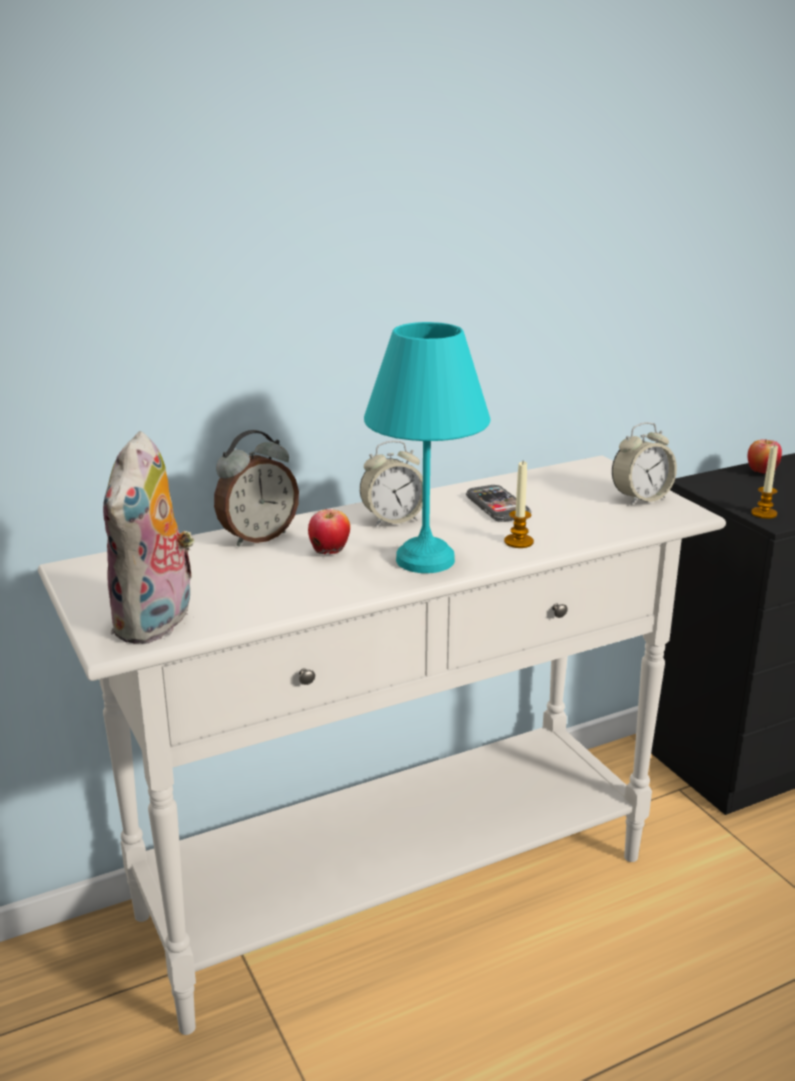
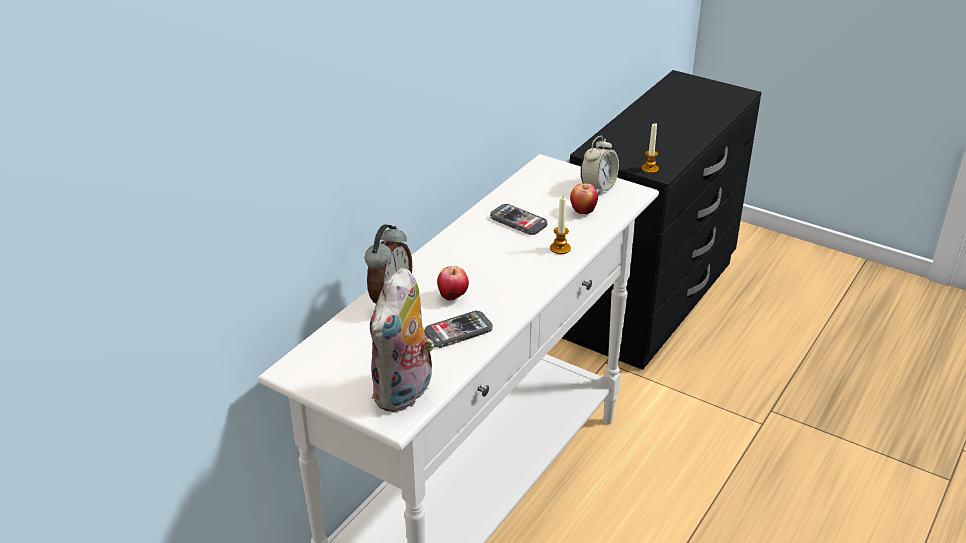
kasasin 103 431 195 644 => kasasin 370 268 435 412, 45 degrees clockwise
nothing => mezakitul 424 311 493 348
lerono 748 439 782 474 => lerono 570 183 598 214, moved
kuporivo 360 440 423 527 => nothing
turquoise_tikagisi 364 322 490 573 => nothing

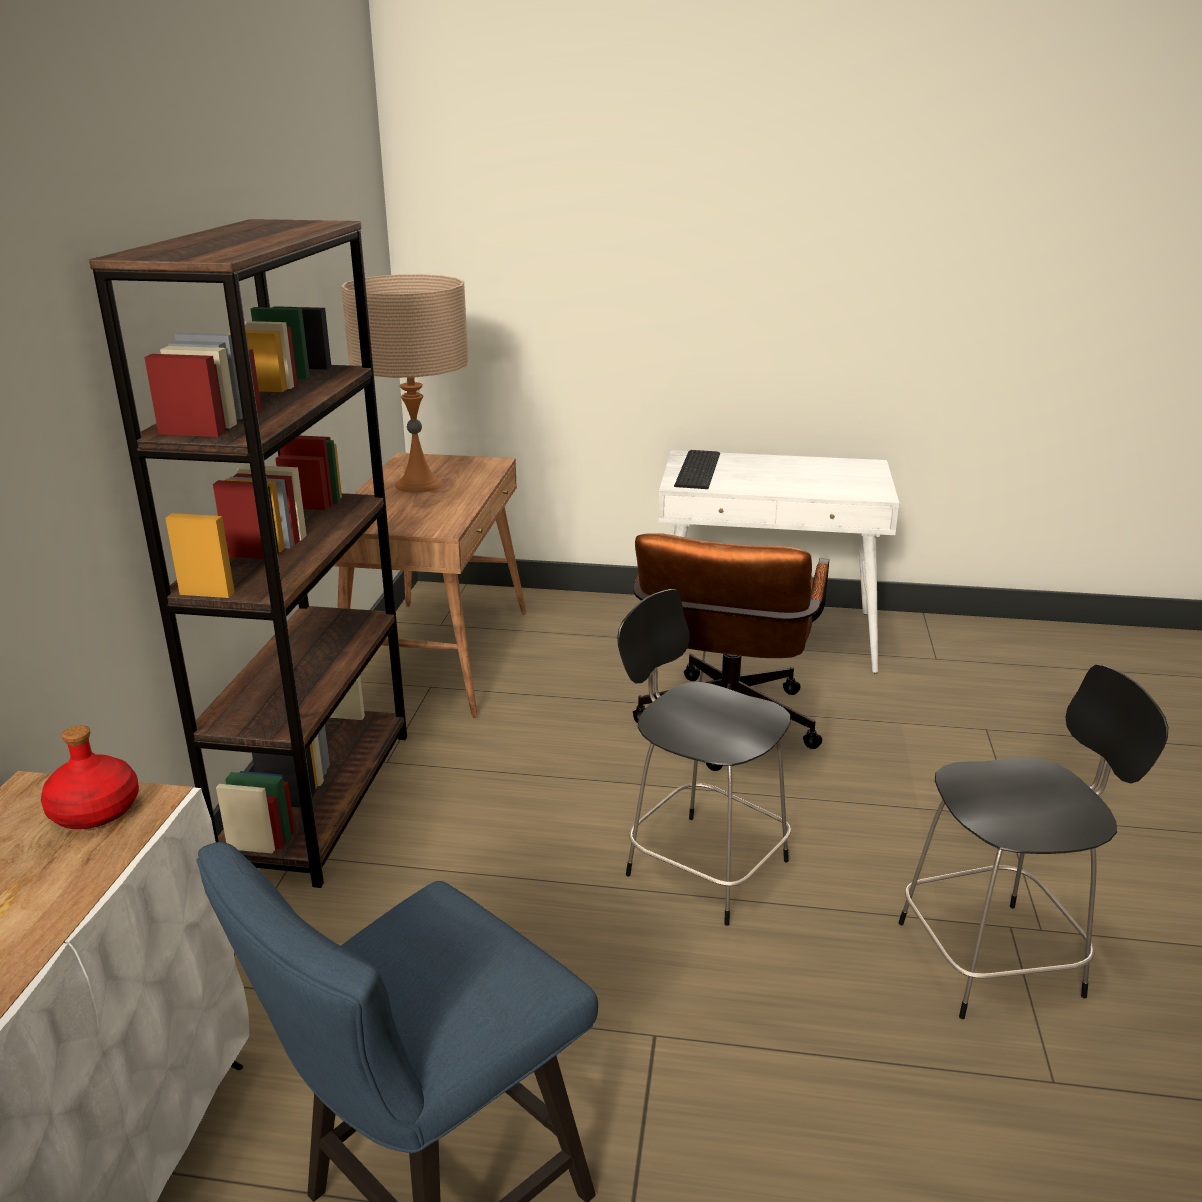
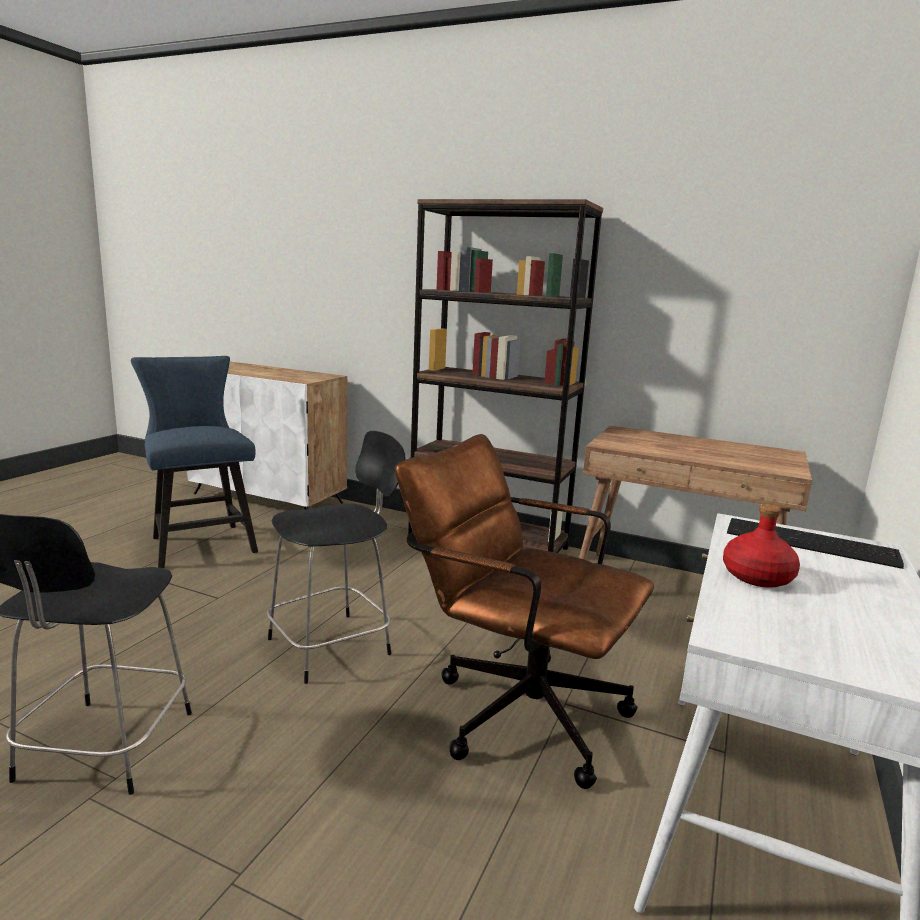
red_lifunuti 41 725 139 829 => red_lifunuti 723 504 800 588, moved
beige_tikagisi 341 274 468 493 => nothing

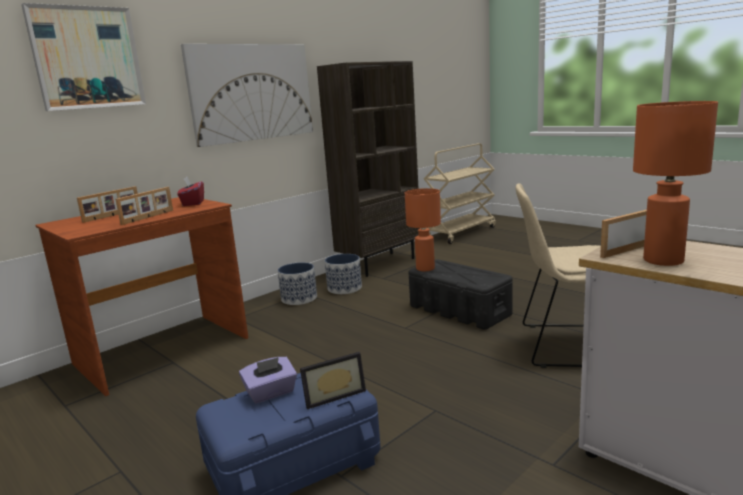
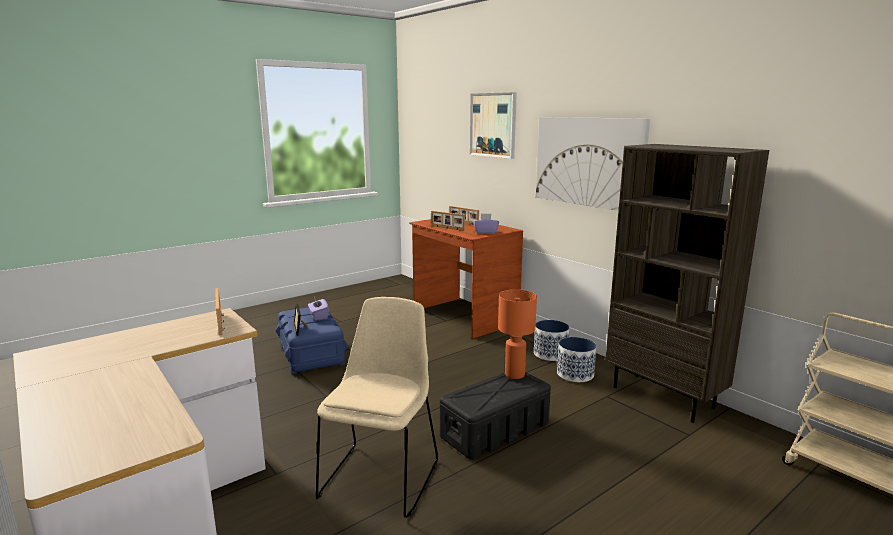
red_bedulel 177 177 204 206 => purple_bedulel 473 214 499 234
orange_tikagisi 633 101 718 266 => nothing

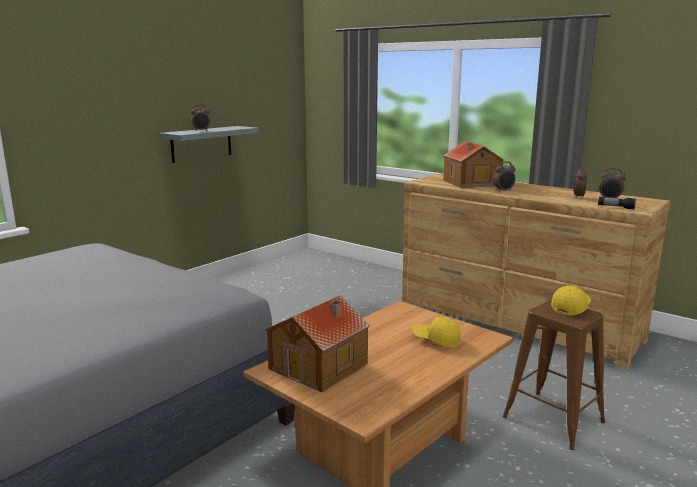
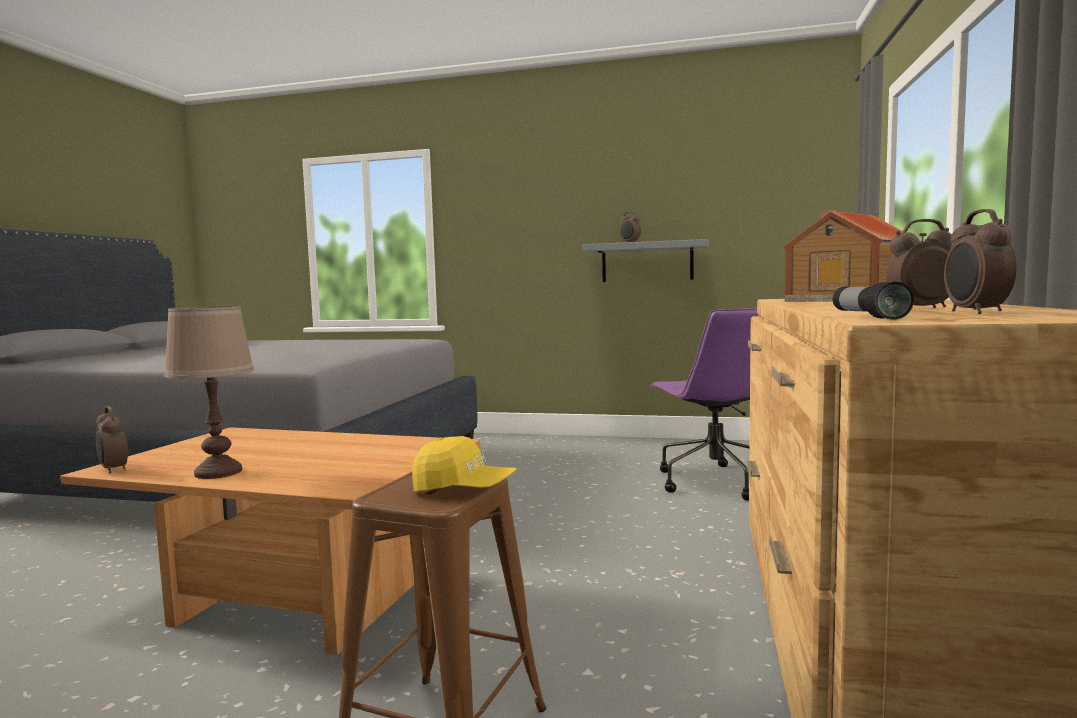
kuporivo 493 161 516 192 => kuporivo 96 406 128 473, moved
nothing => brown_tikagisi 164 306 254 479
nothing => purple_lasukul 650 308 758 501
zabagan 265 295 370 392 => nothing
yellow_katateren 412 317 461 348 => nothing

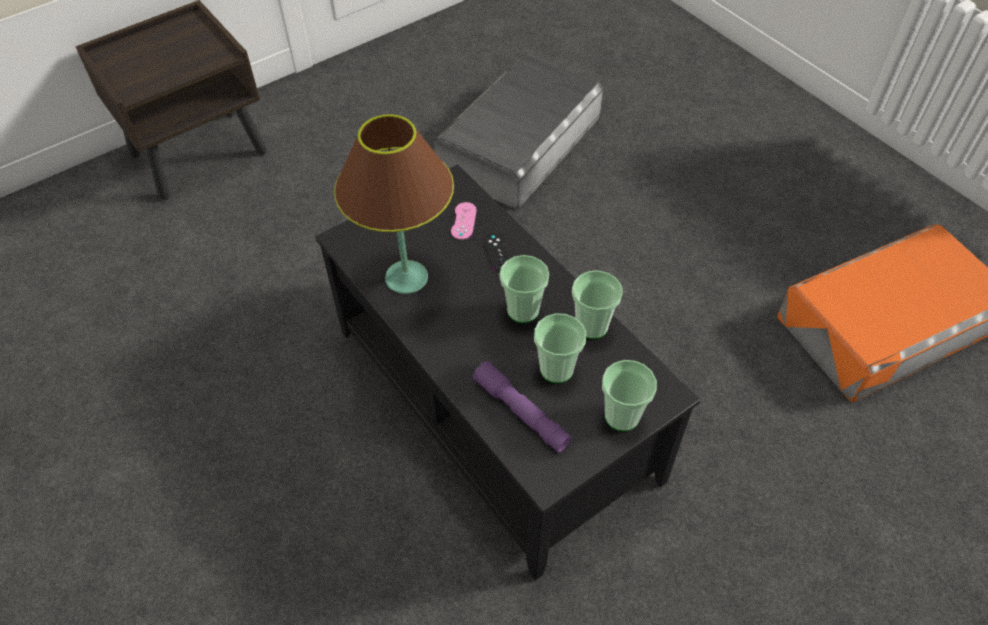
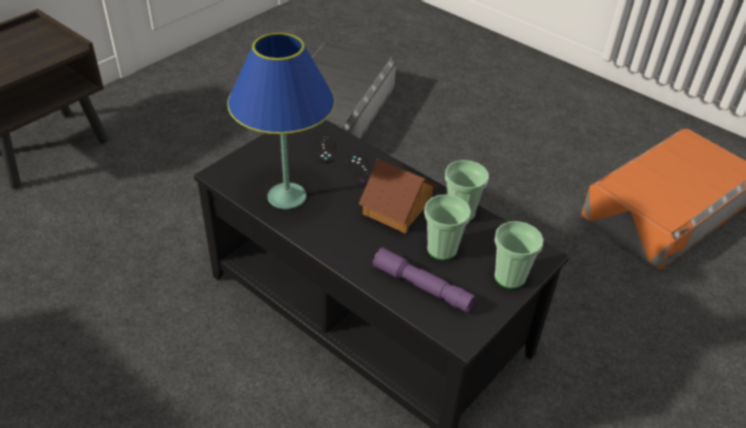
brown_tikagisi 334 114 454 294 => blue_tikagisi 227 33 335 209
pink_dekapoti 451 202 477 240 => black_dekapoti 315 135 336 163
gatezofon 500 255 549 323 => zabagan 359 159 437 233

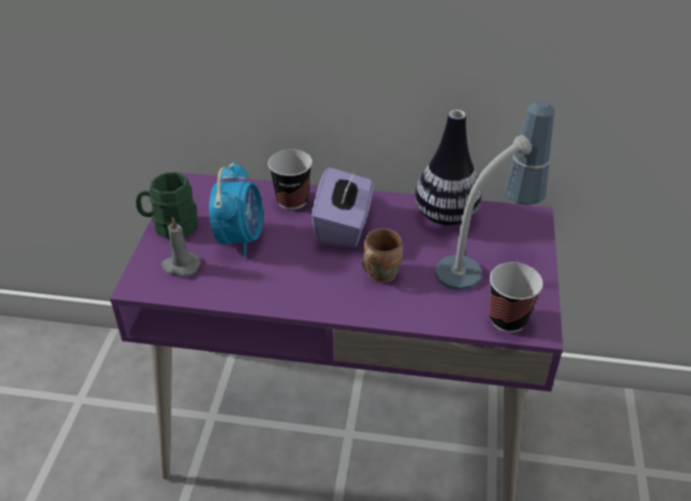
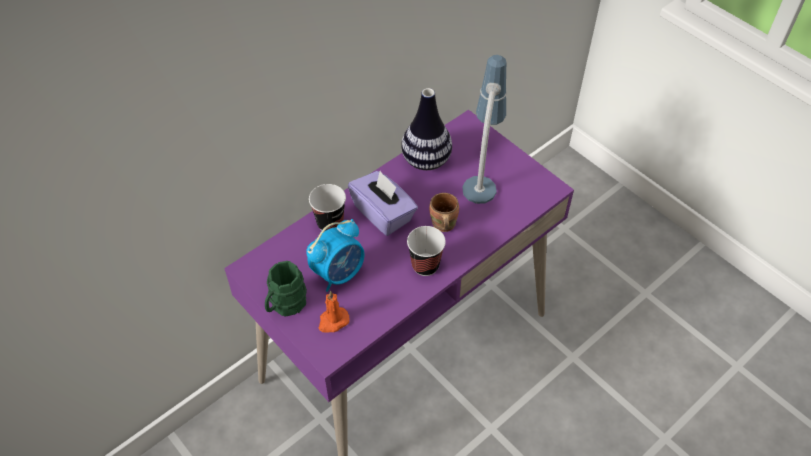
kuporivo 209 162 263 258 => kuporivo 306 219 365 292, 90 degrees clockwise
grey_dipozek 161 216 201 277 => orange_dipozek 319 291 349 333
gatezofon 490 262 543 333 => gatezofon 407 226 446 276, moved

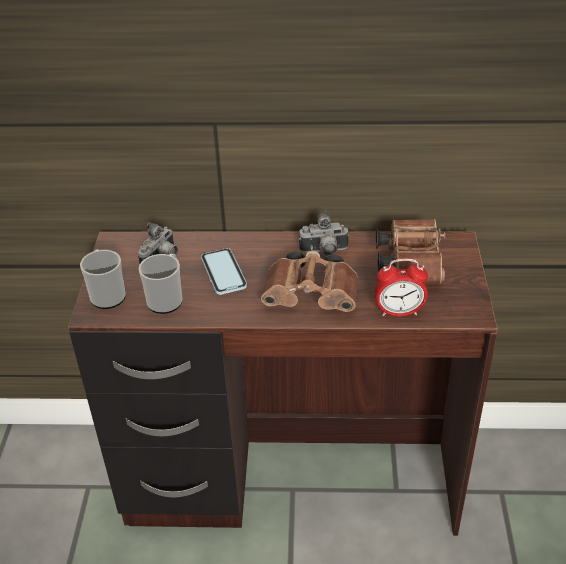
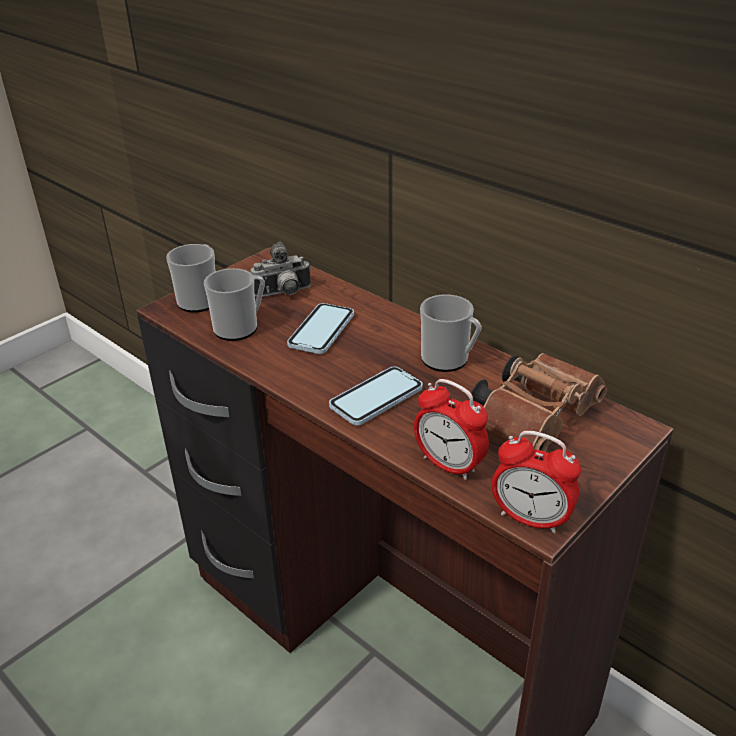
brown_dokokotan 261 251 358 312 => mezakitul 329 367 423 425
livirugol 299 211 349 255 => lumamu 420 294 482 372
nothing => kuporivo 491 431 581 533

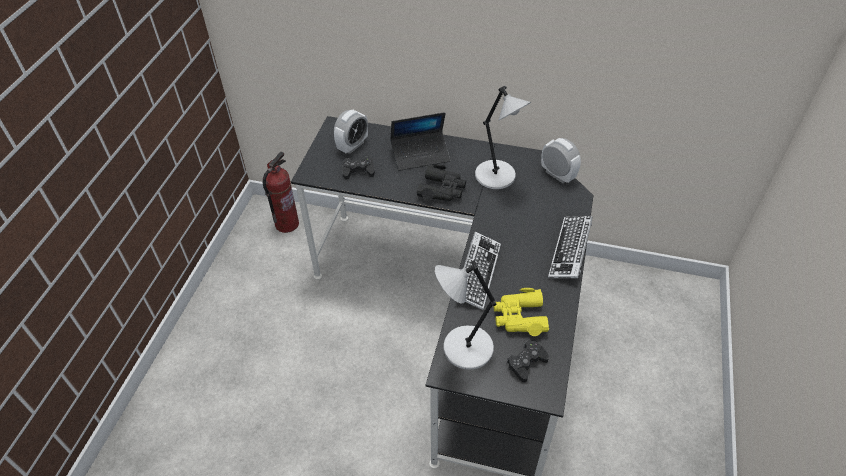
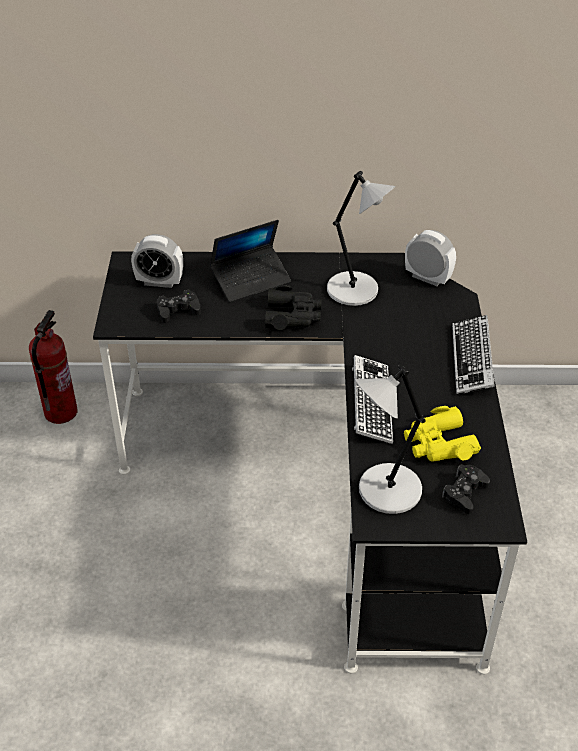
kuporivo 334 110 368 154 => kuporivo 131 234 183 288, 75 degrees clockwise

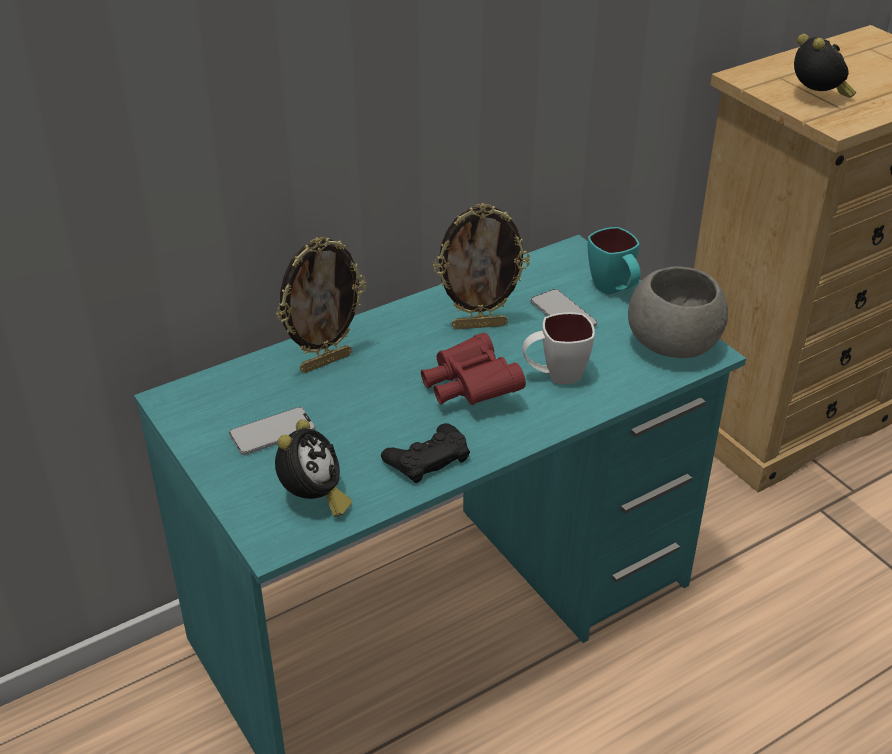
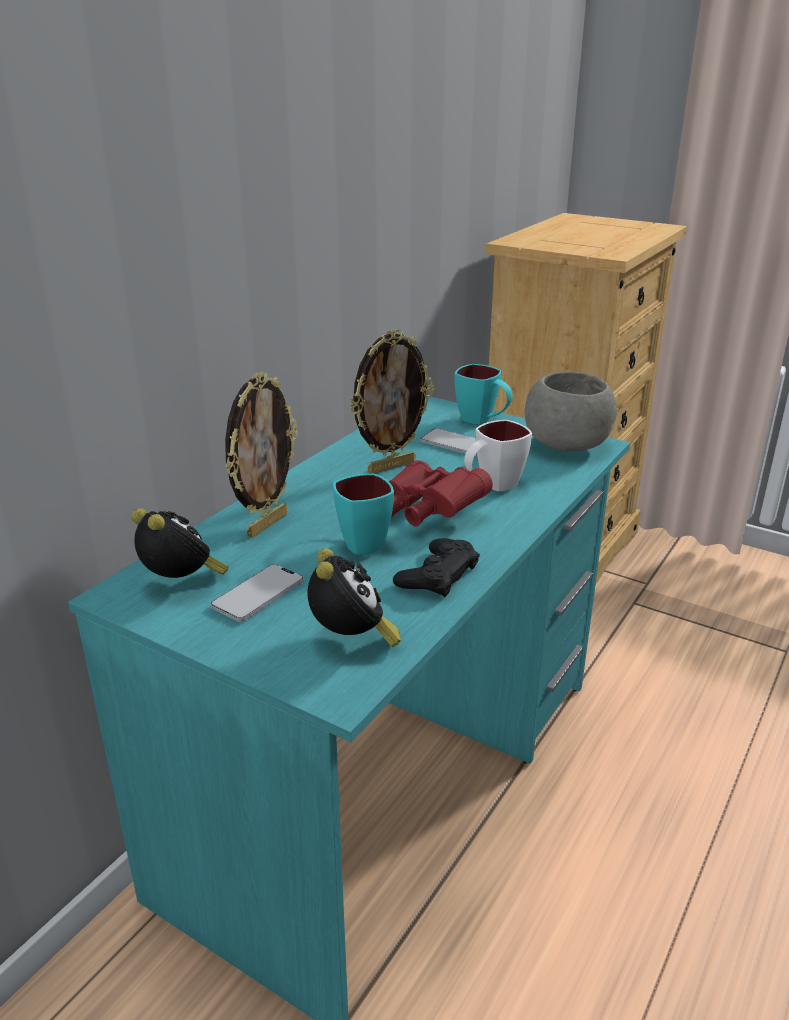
kuporivo 794 34 856 98 => kuporivo 132 508 229 578, moved
nothing => turquoise_lumamu 333 474 394 555

